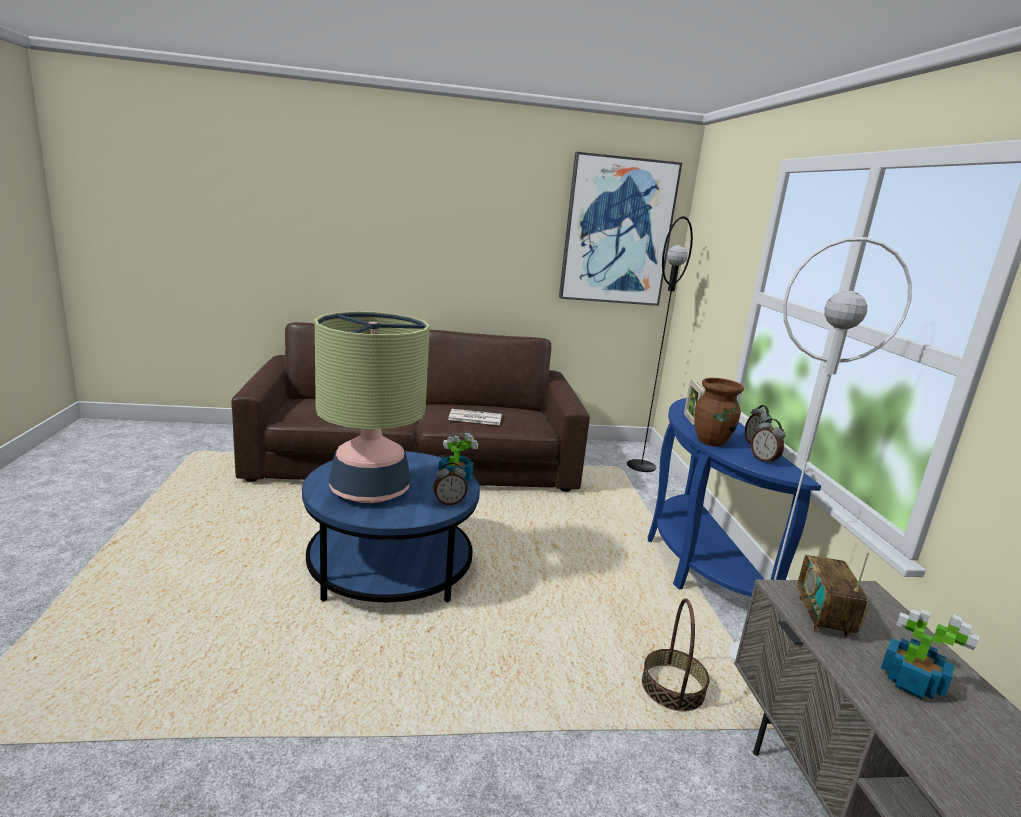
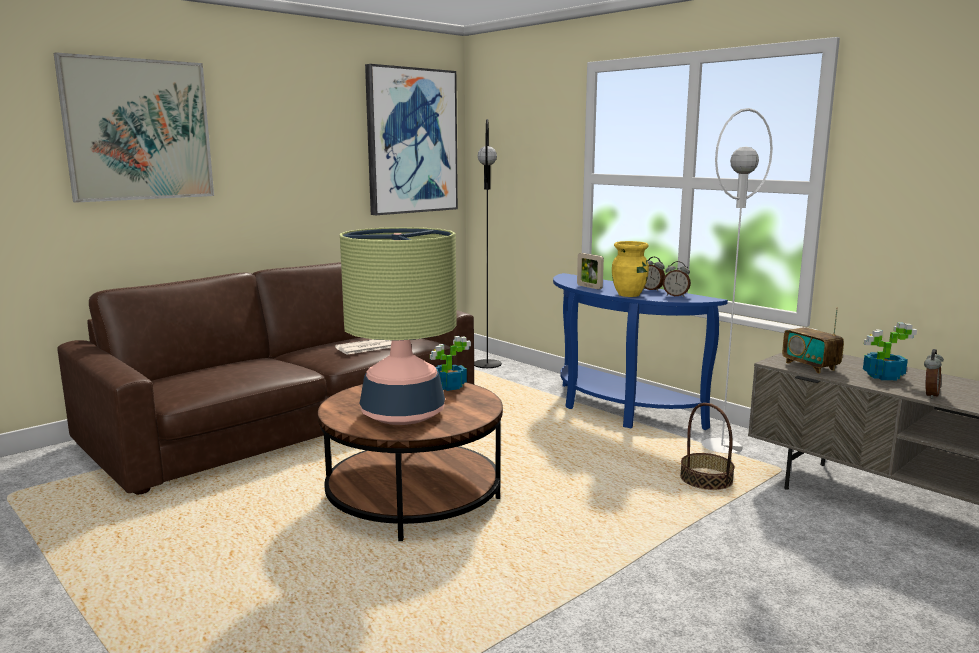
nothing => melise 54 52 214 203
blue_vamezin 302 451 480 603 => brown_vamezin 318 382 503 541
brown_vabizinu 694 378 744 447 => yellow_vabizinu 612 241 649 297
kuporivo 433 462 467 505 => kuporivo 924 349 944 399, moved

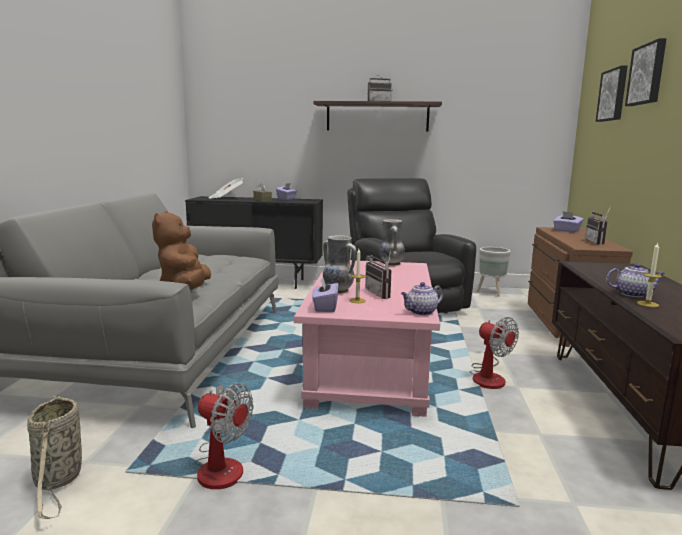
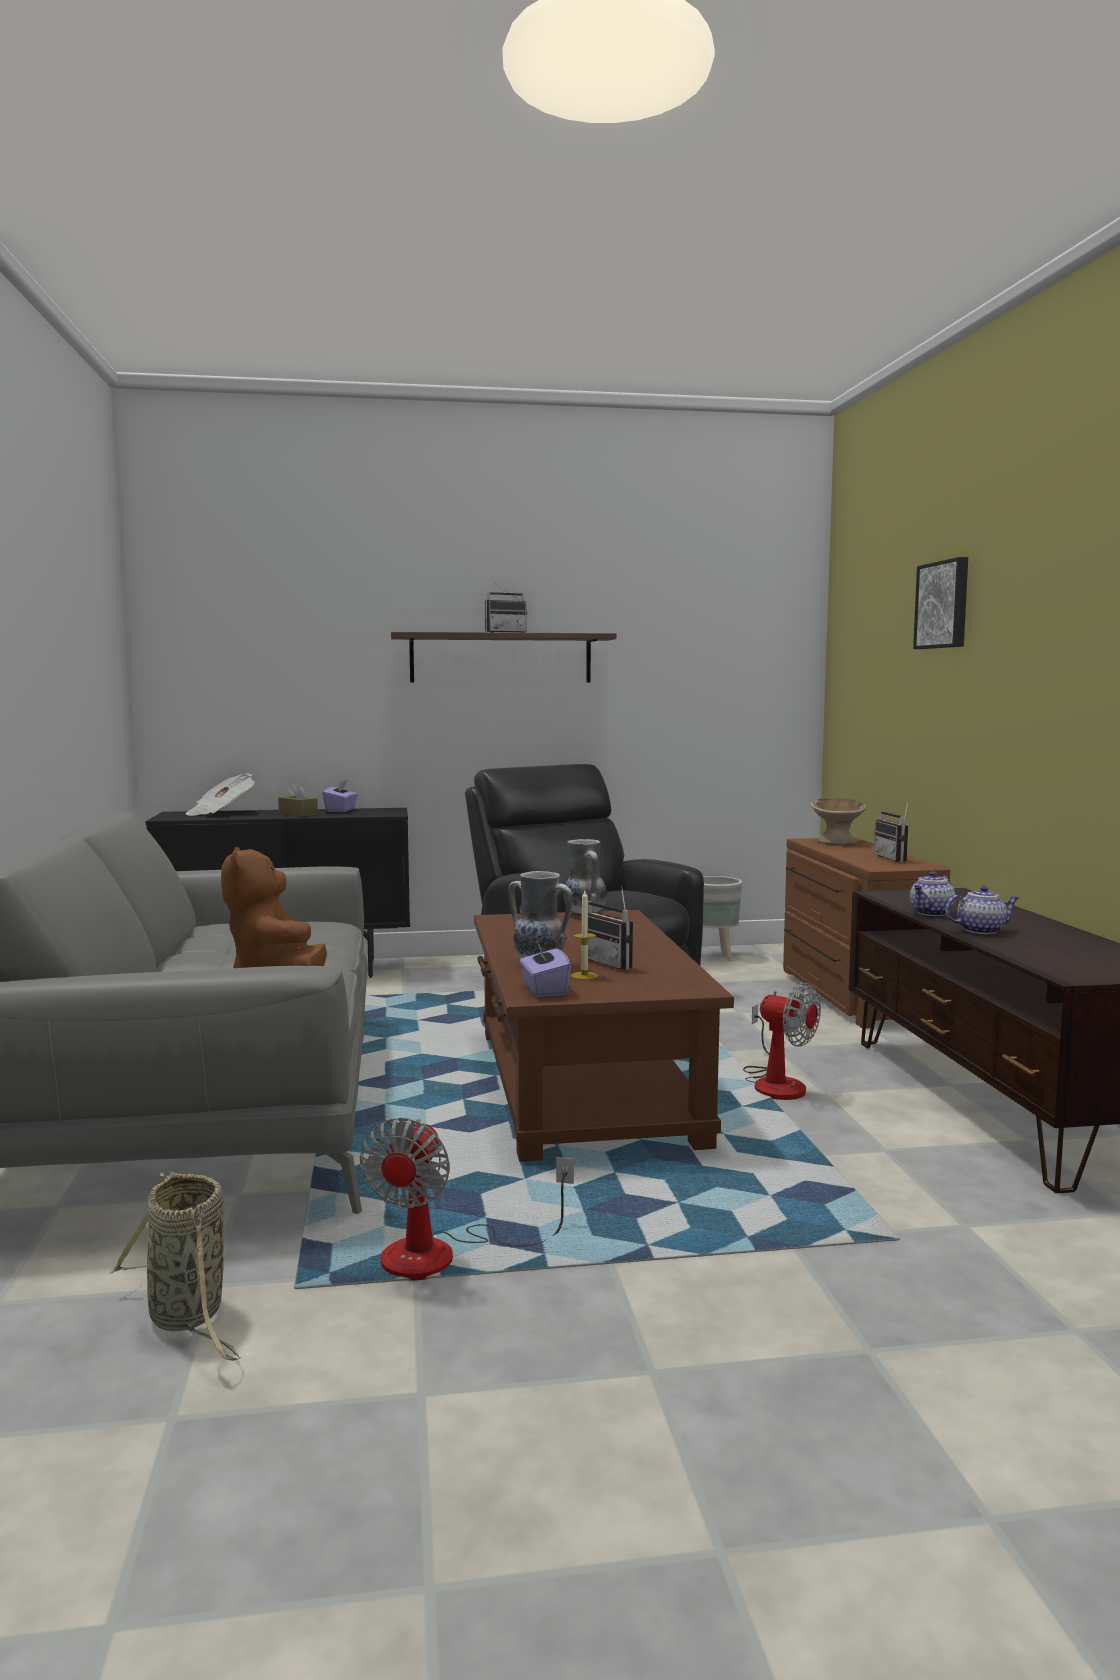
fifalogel 195 383 253 489 => fifalogel 360 1117 574 1281, 90 degrees clockwise
pink_vamezin 294 260 440 417 => brown_vamezin 474 910 734 1162
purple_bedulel 553 211 584 232 => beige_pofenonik 810 798 866 845
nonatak 401 282 443 316 => nonatak 910 871 955 916, moved
melise 596 66 628 122 => nothing
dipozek 637 243 662 307 => nothing

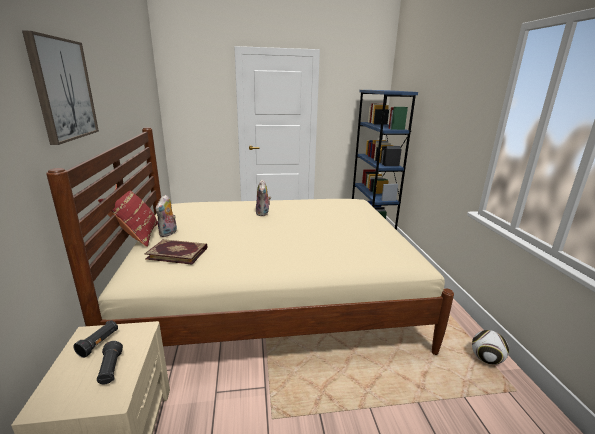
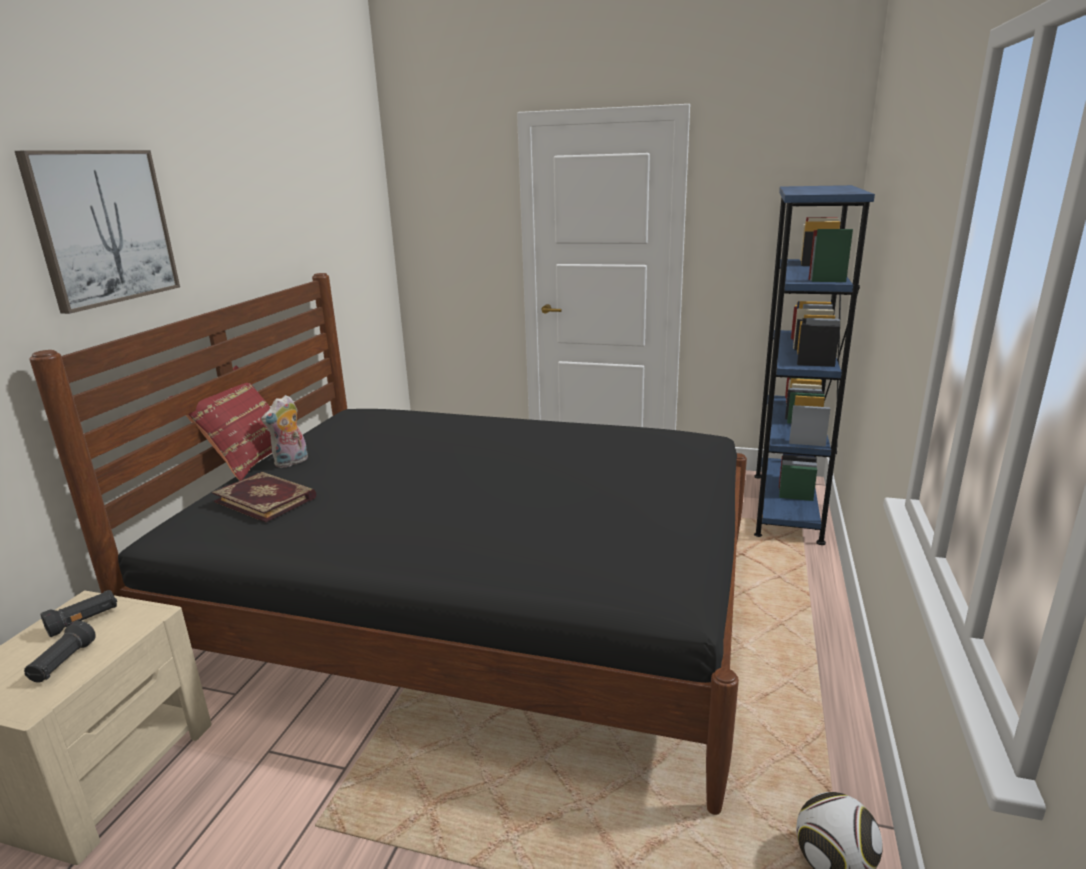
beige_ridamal 46 127 454 355 => black_ridamal 30 273 747 815
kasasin 256 179 271 216 => nothing

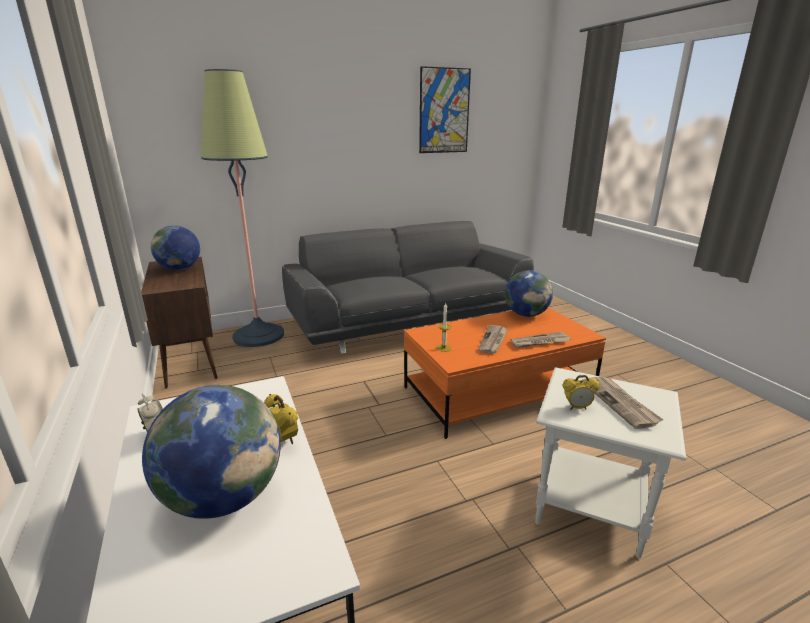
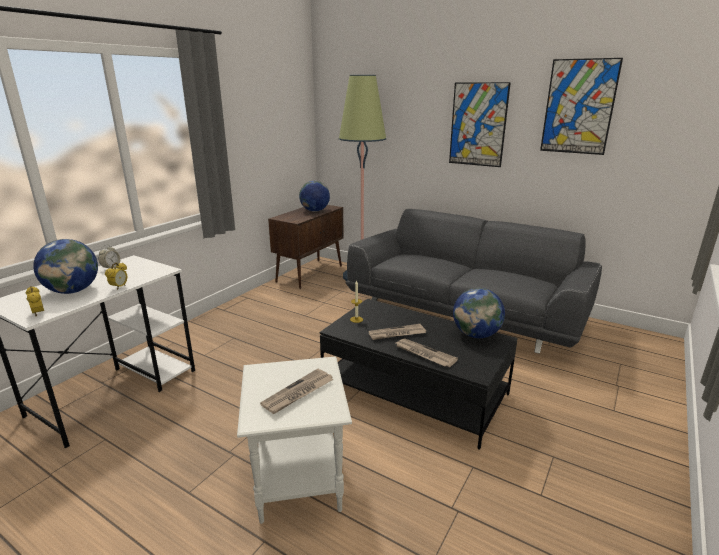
kuporivo 563 375 600 410 => kuporivo 26 286 44 317, moved
orange_vamezin 404 307 606 439 => black_vamezin 320 299 518 449
nothing => melise 449 82 511 167

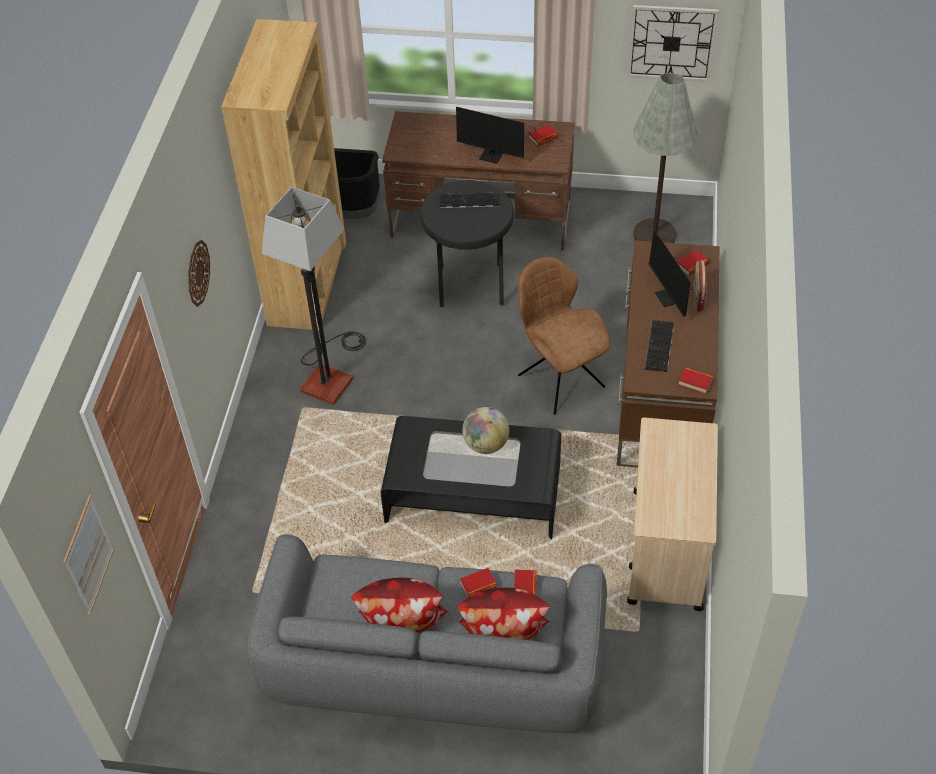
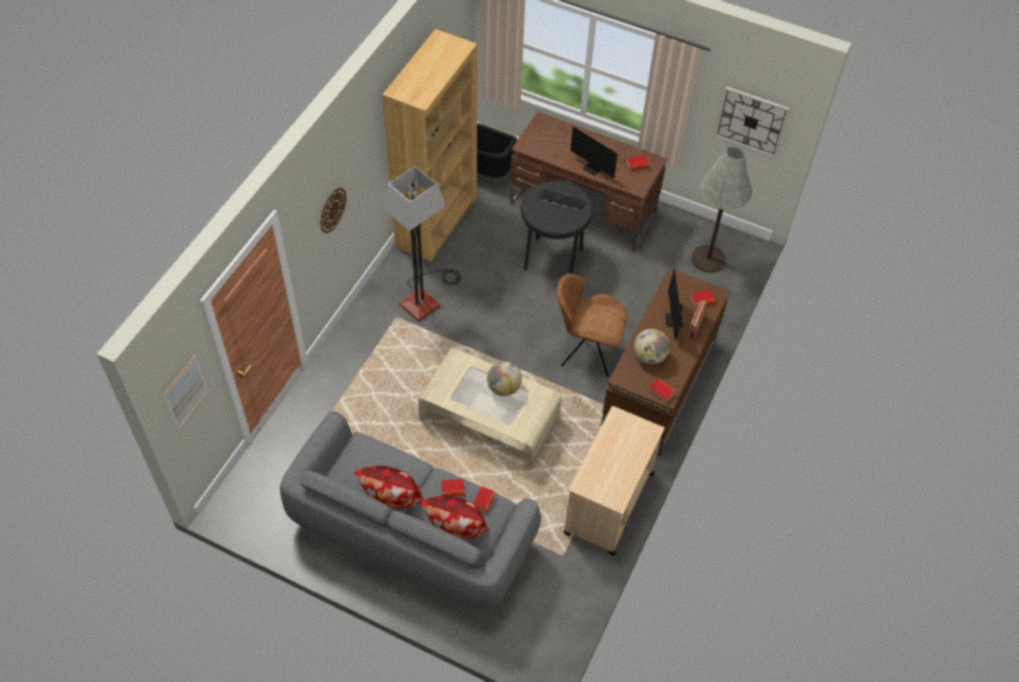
black_vamezin 381 416 561 539 => beige_vamezin 418 348 562 470
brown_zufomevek 518 257 611 415 => brown_zufomevek 557 274 627 377, 60 degrees counterclockwise
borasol 645 320 674 373 => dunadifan 634 329 670 364

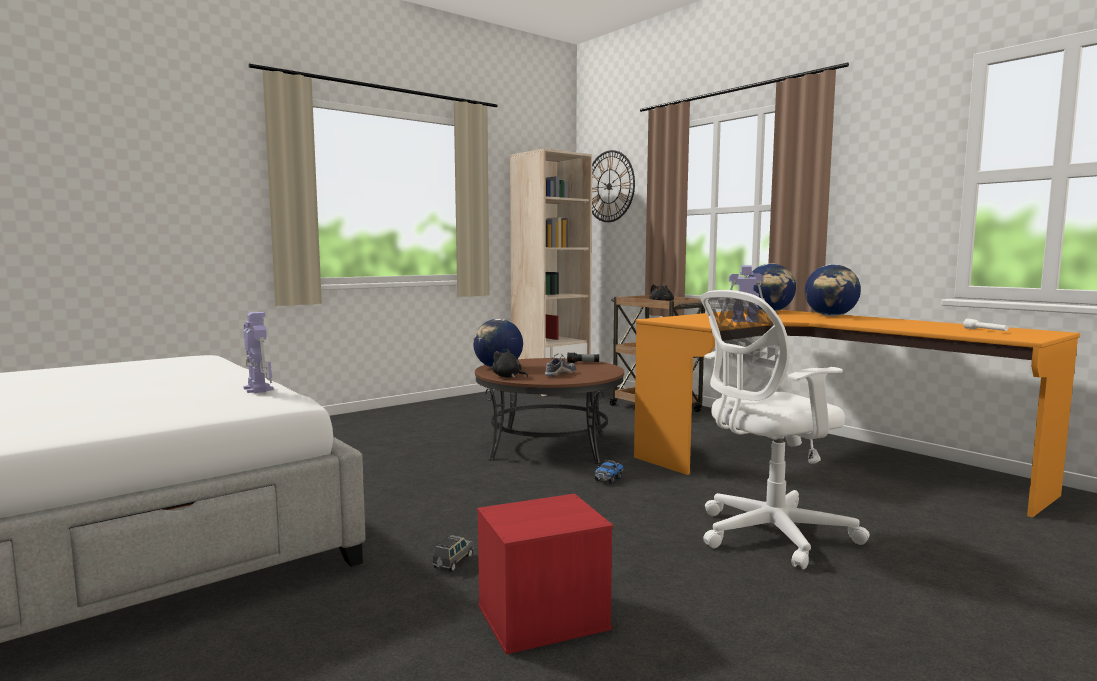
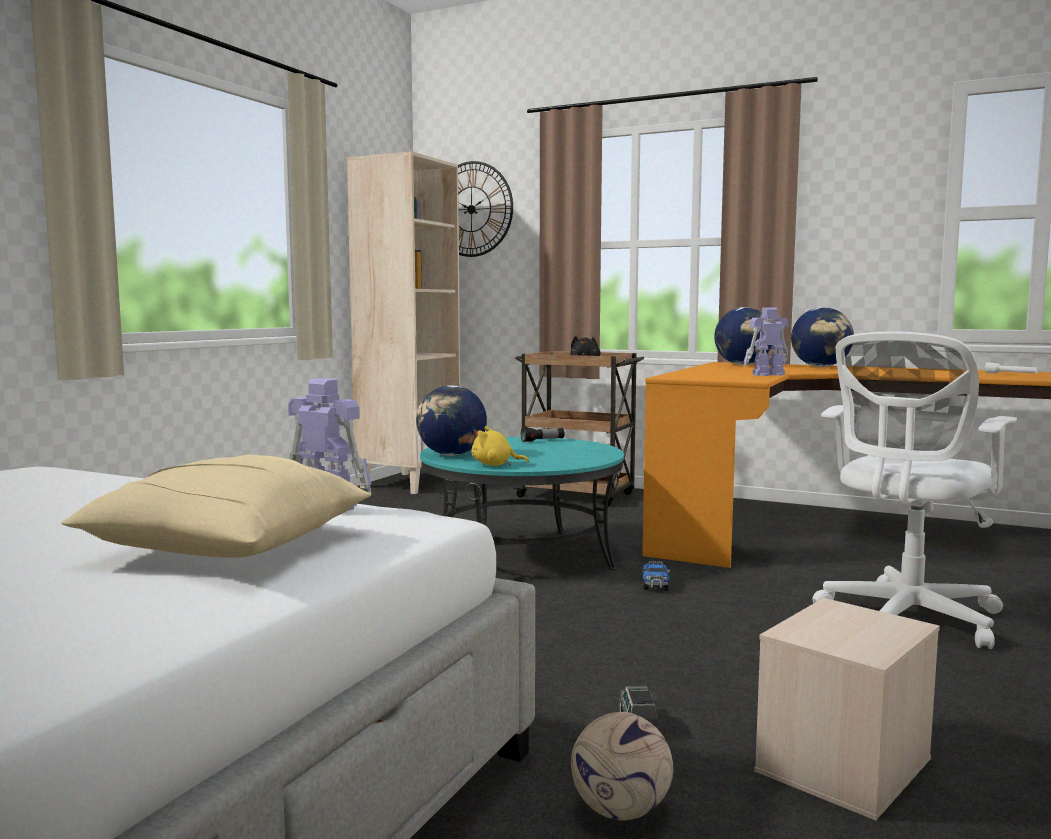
nothing => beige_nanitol 61 454 371 558
brown_vamezin 475 358 624 464 => turquoise_vamezin 420 437 624 570
black_kasasin 492 349 528 378 => yellow_kasasin 472 426 529 466
nothing => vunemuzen 571 712 673 820
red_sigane 477 494 613 654 => beige_sigane 754 598 940 820
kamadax 545 353 576 377 => nothing

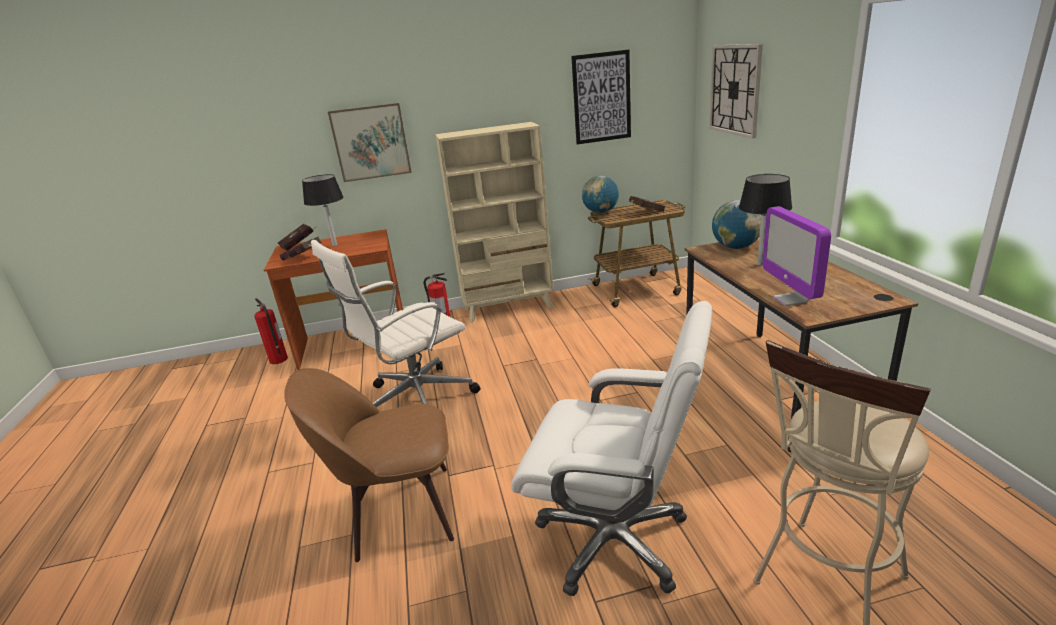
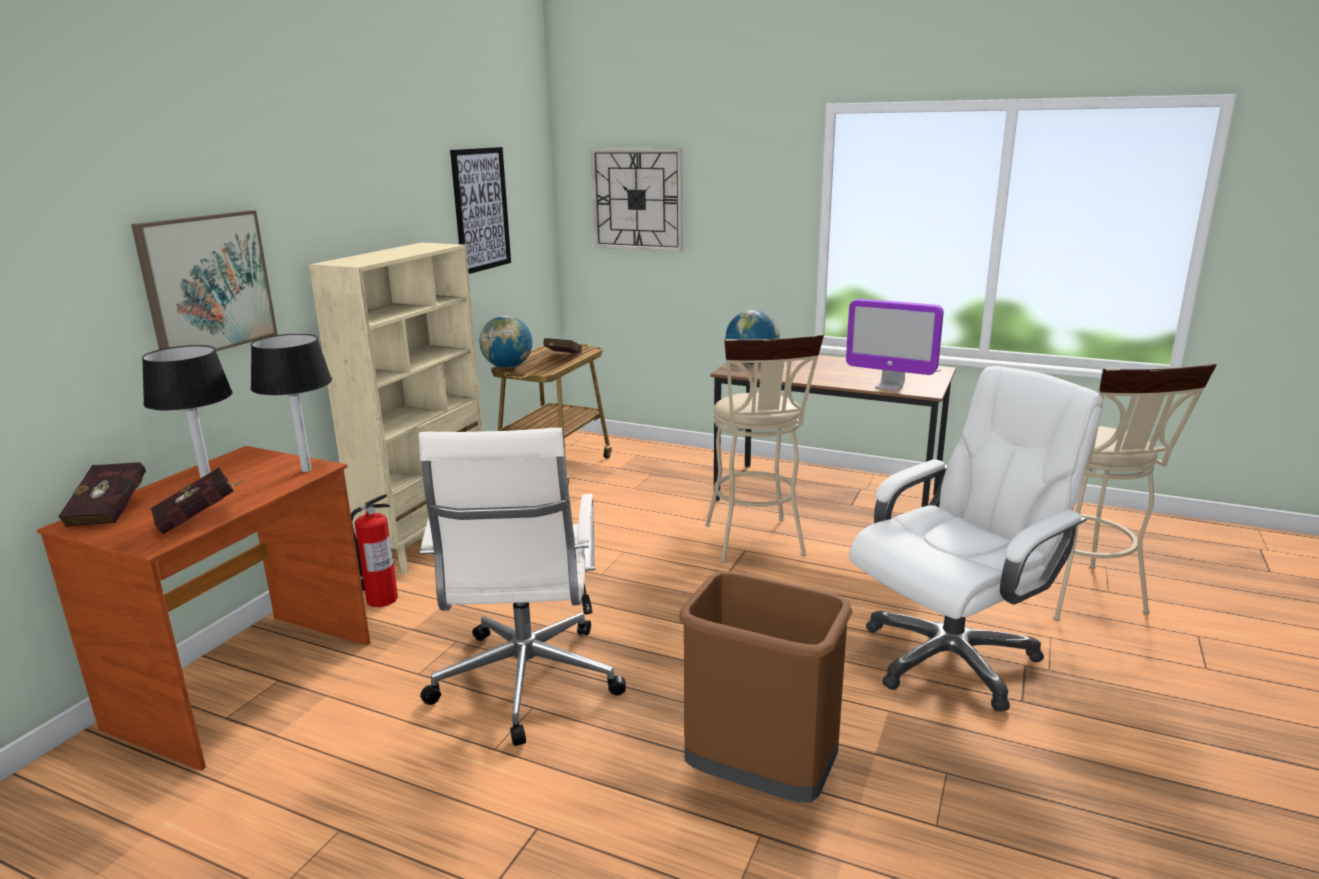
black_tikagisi 739 174 792 266 => black_tikagisi 251 334 332 472, moved
brown_zufomevek 284 368 454 562 => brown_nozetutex 679 571 853 803
nothing => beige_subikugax 705 334 824 563
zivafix 254 298 288 364 => nothing

